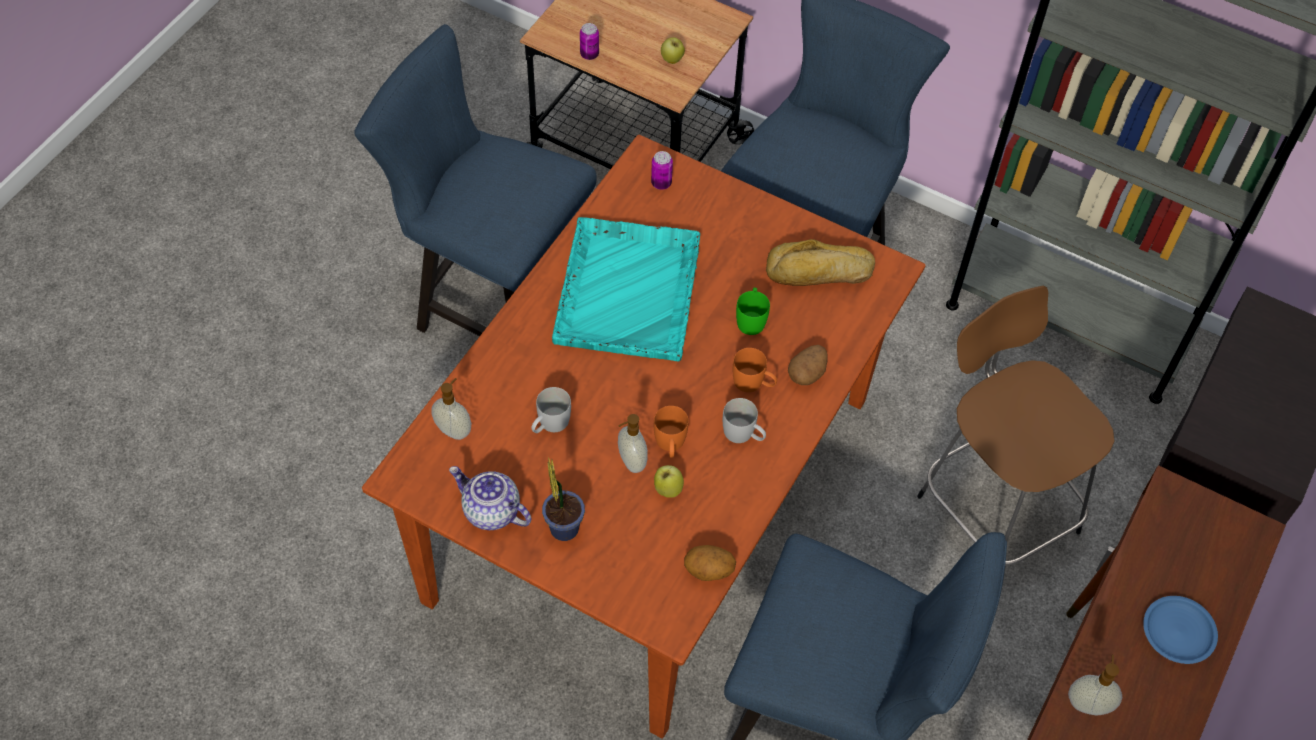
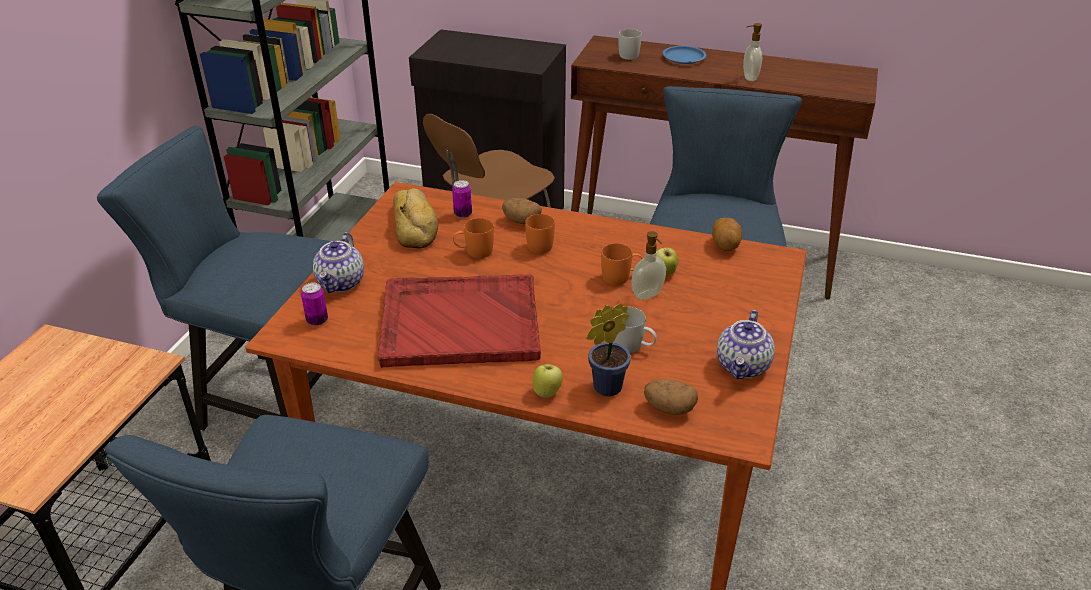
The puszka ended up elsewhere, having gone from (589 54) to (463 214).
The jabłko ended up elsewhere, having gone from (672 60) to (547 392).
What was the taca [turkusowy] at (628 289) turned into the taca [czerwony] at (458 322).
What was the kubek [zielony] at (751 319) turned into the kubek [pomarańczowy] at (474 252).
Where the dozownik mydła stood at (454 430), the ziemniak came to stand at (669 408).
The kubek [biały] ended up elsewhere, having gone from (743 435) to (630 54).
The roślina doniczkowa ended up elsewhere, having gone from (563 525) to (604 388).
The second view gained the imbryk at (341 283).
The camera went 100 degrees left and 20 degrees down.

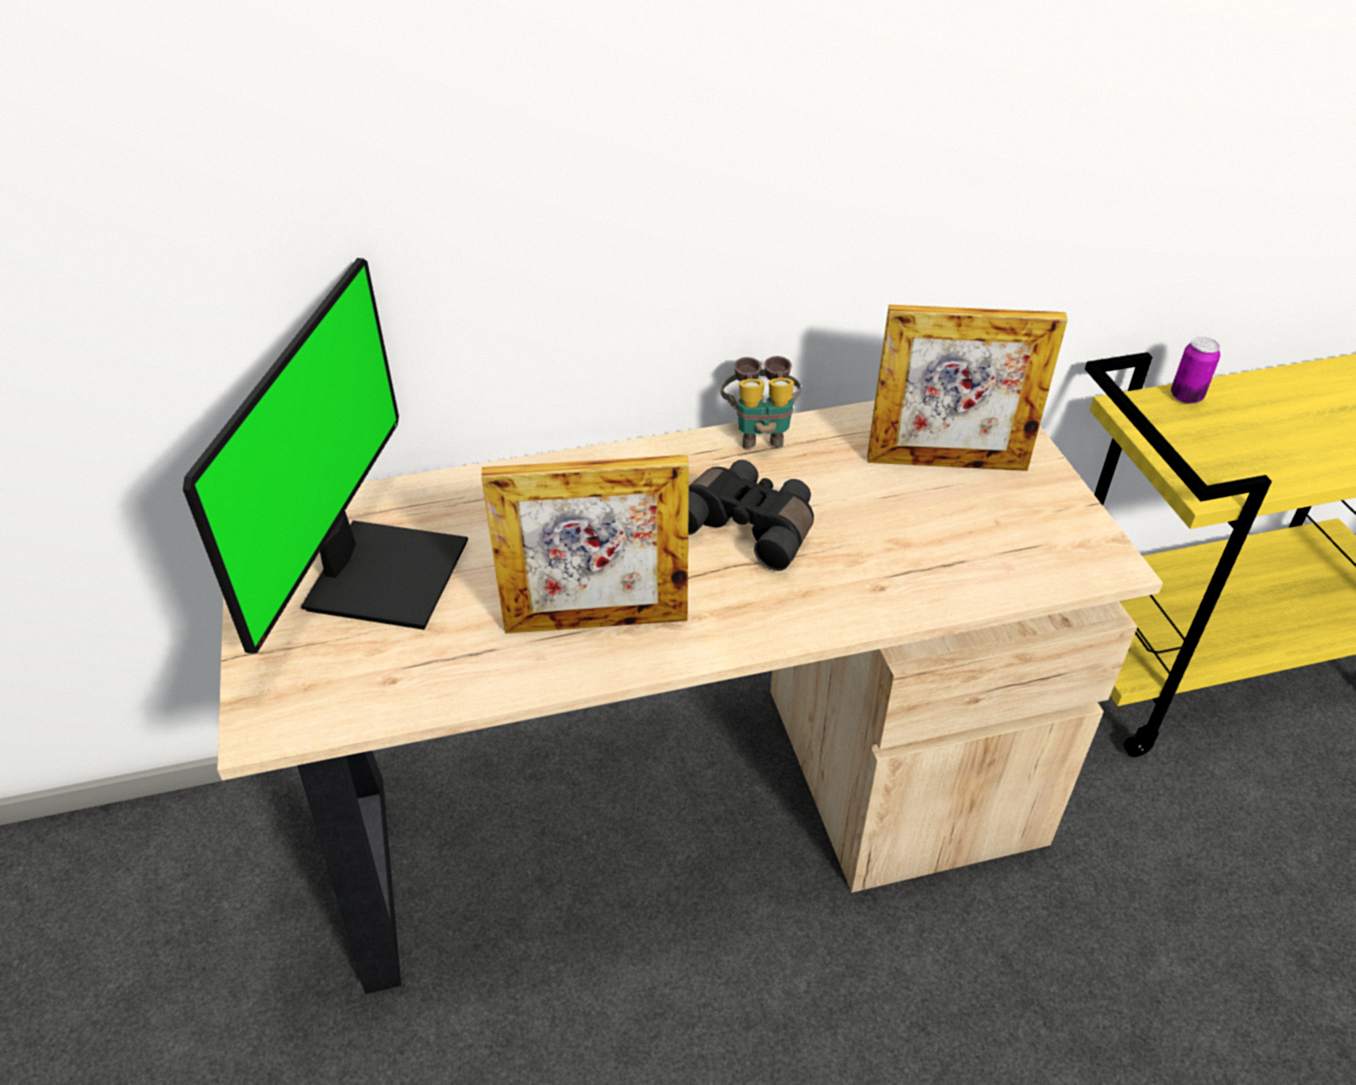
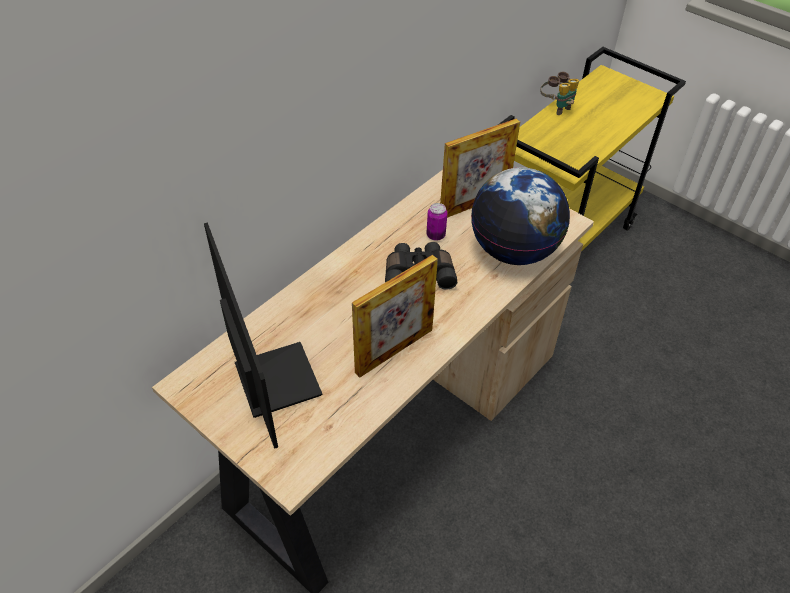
The puszka ended up elsewhere, having gone from (1186 396) to (435 235).
The lornetka ended up elsewhere, having gone from (760 432) to (556 107).
The second view gained the globus at (514 250).
The camera went 35 degrees left and 5 degrees up.

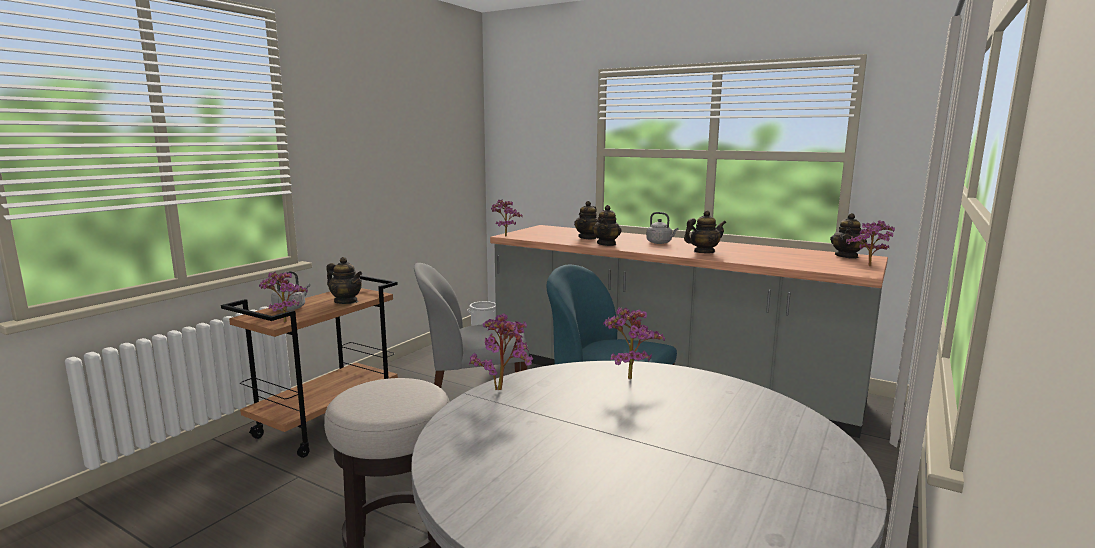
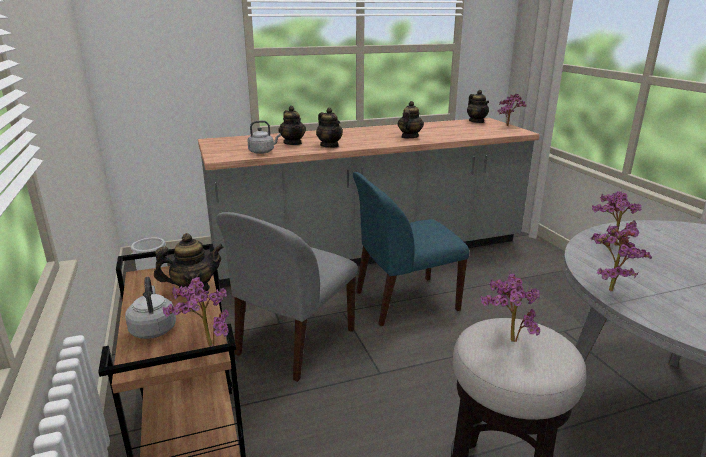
The roślina doniczkowa ended up elsewhere, having gone from (504 236) to (507 340).
The czajnik [szary] ended up elsewhere, having gone from (660 243) to (263 152).
The camera went 50 degrees left and 10 degrees up.

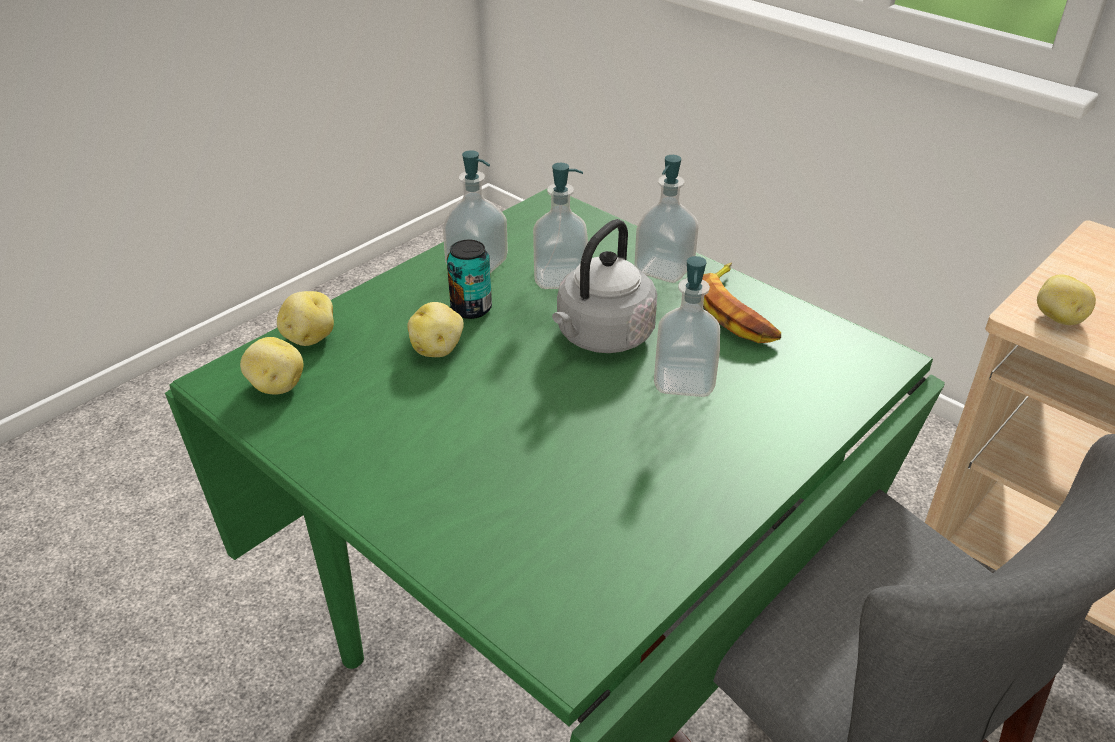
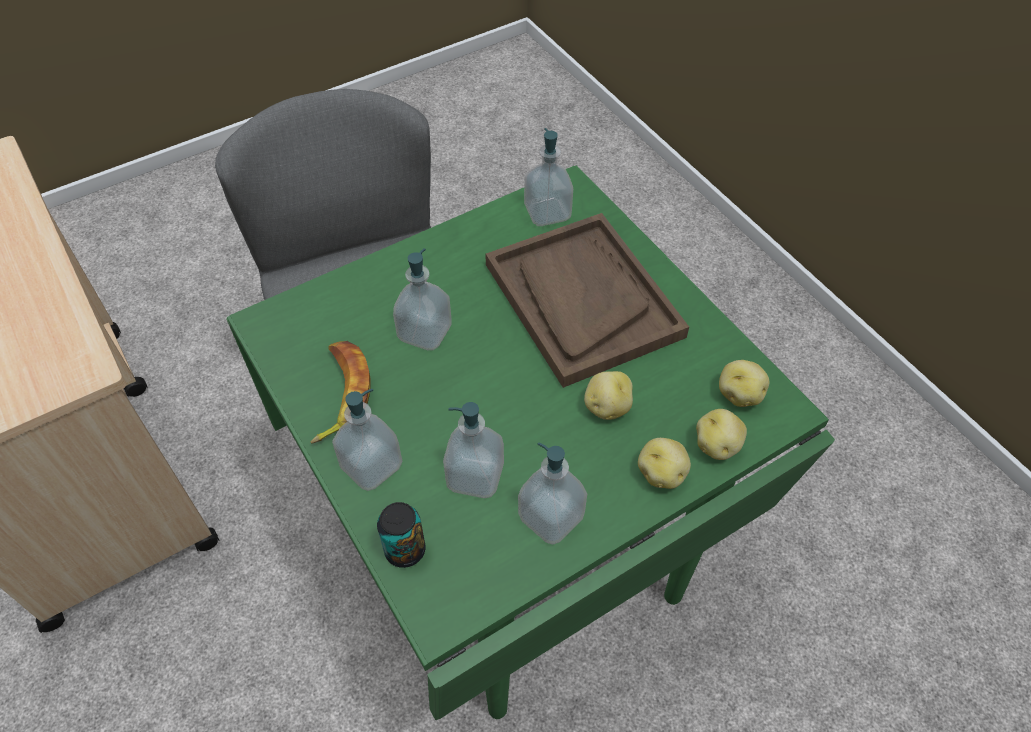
The second view lost the czajnik [szary] at (602 337).
The puszka ended up elsewhere, having gone from (471 308) to (405 550).
The ziemniak ended up elsewhere, having gone from (1058 318) to (661 473).
The second view gained the dozownik mydła at (547 213).
The second view gained the taca [brązowy] at (582 300).
The camera went 165 degrees left and 15 degrees up.

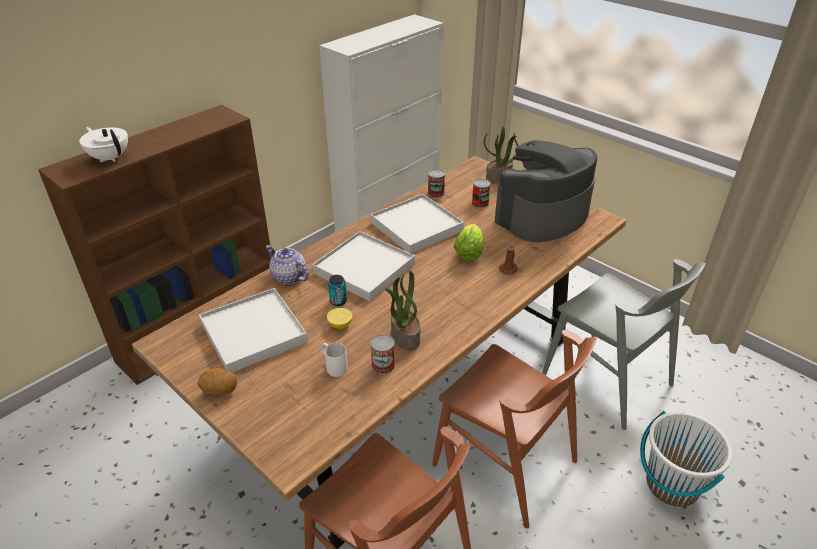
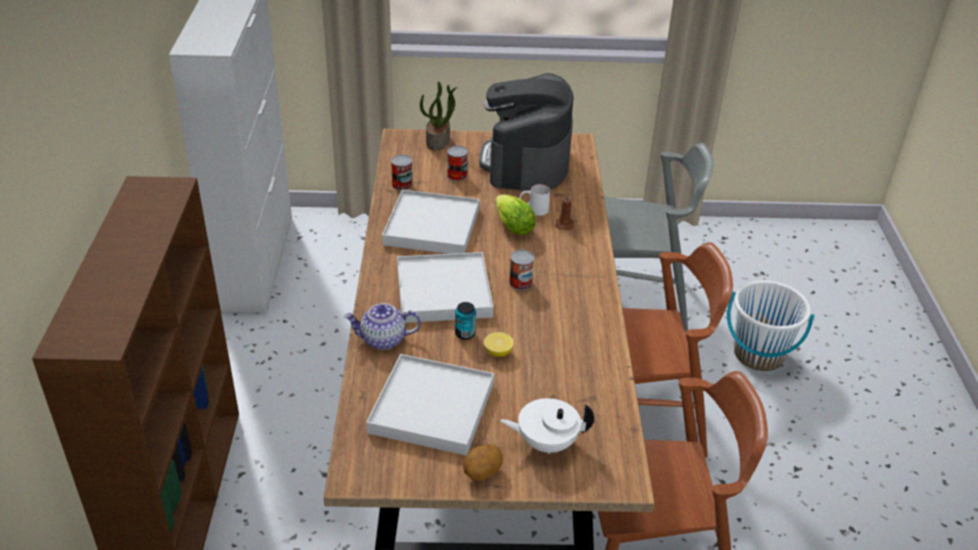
The imbryk [biały] ended up elsewhere, having gone from (110 158) to (546 442).
The second view lost the roślina doniczkowa at (404 336).
The puszka ended up elsewhere, having gone from (383 365) to (520 282).
The kubek [biały] ended up elsewhere, having gone from (333 366) to (533 210).
The camera went 45 degrees left and 0 degrees up.

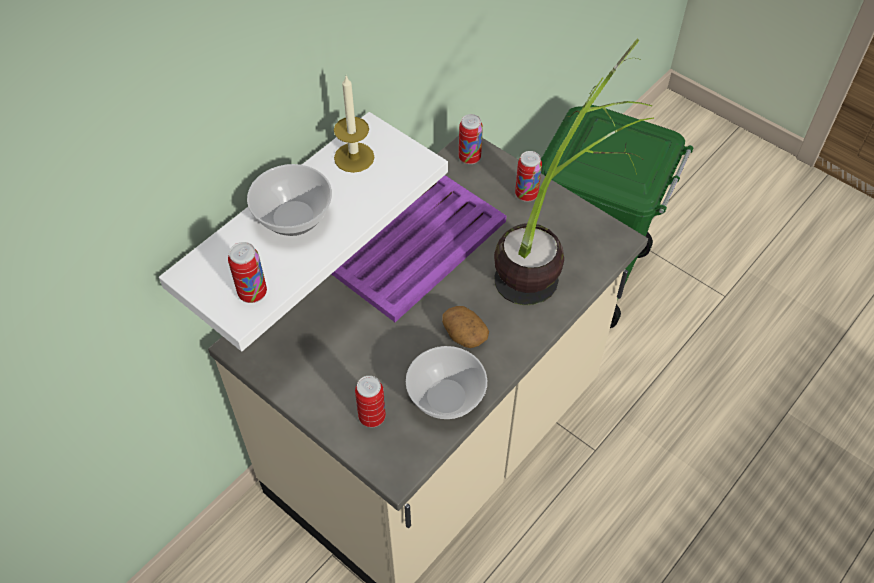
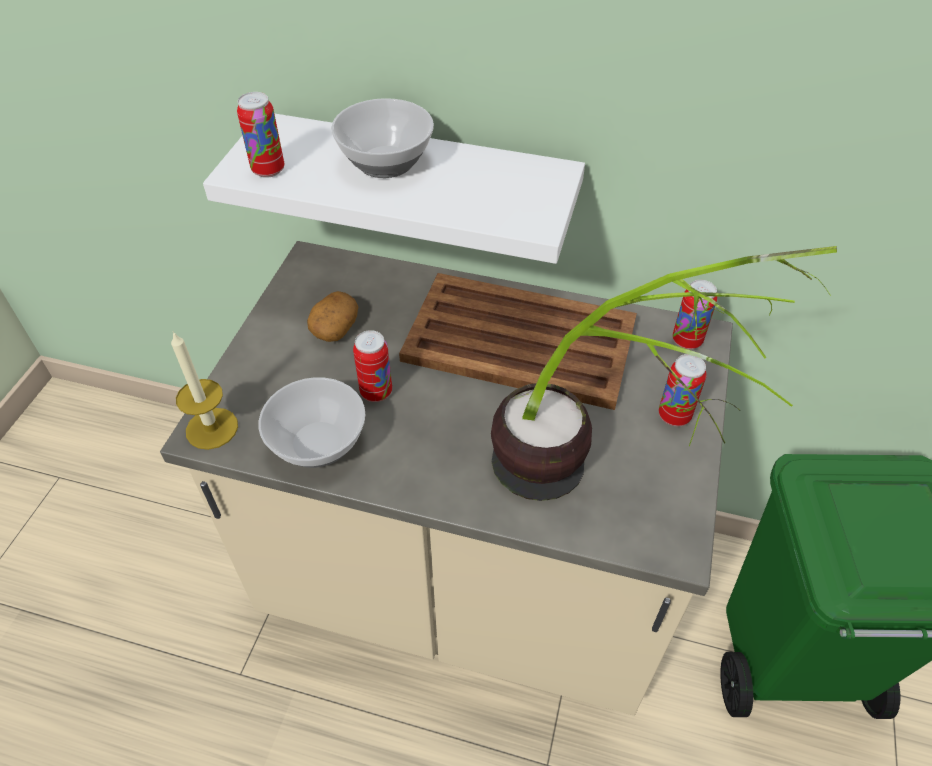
The świeca ended up elsewhere, having gone from (354 157) to (212 428).
What was the taca [fioletowy] at (418 244) turned into the taca [brązowy] at (522 342).
The ziemniak ended up elsewhere, having gone from (464 334) to (335 327).
The puszka ended up elsewhere, having gone from (372 417) to (376 392).
The camera went 65 degrees right and 5 degrees down.

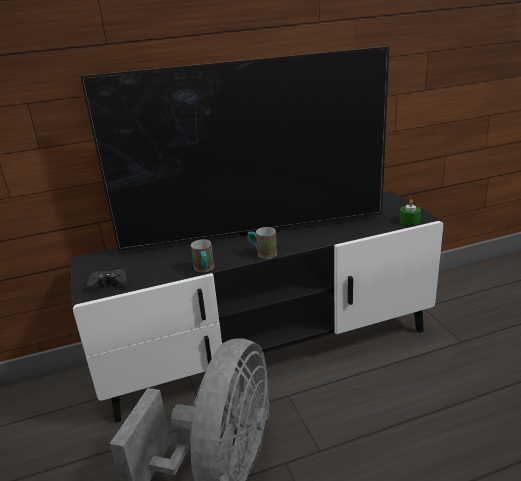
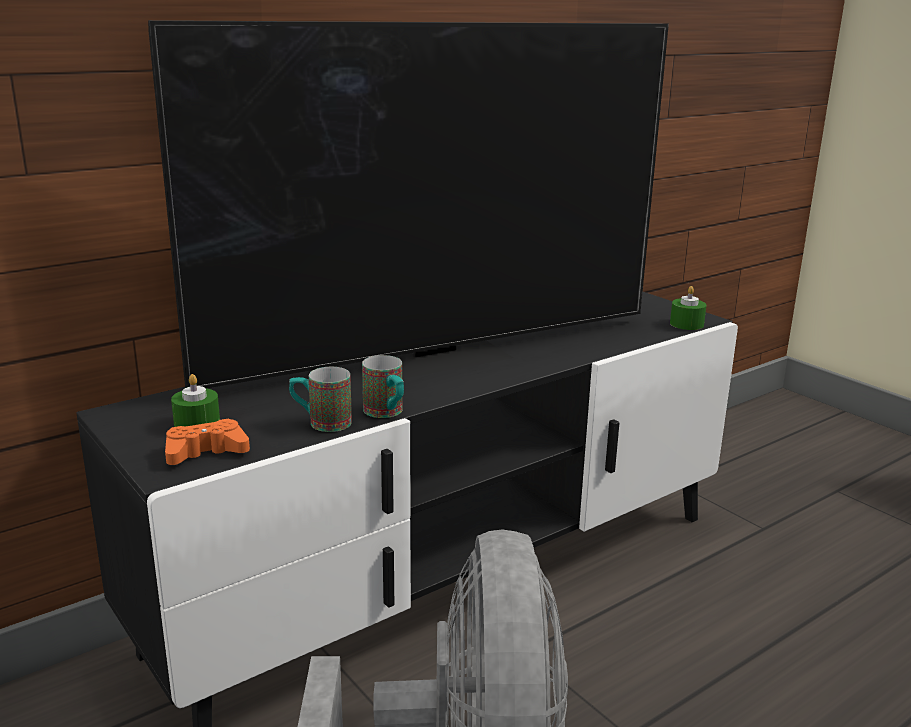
The kubek ended up elsewhere, having gone from (263 253) to (321 423).
What was the pad do gier [czarny] at (109 284) turned into the pad do gier [pomarańczowy] at (205 452).
The second view gained the świeca [zielony] at (197 423).
The camera went 20 degrees left and 5 degrees down.

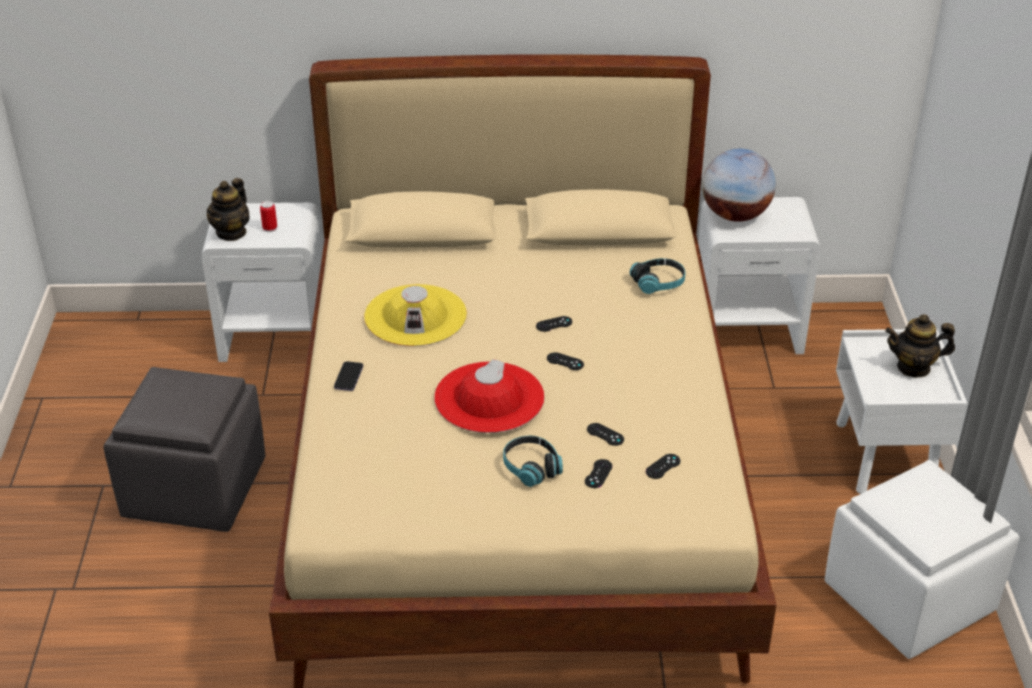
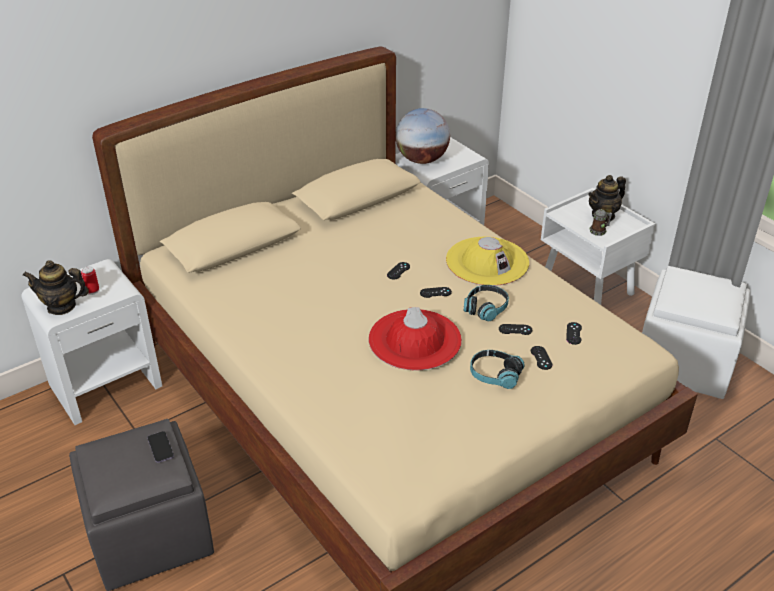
The imbryk at (231 232) ended up facing another way, 105 degrees clockwise from before.
The słuchawki ended up elsewhere, having gone from (658 283) to (486 308).
The kapelusz [żółty] ended up elsewhere, having gone from (415 316) to (487 261).
The telefon ended up elsewhere, having gone from (348 377) to (160 448).
The second view gained the kubek at (599 231).
The camera went 35 degrees left and 0 degrees up.

